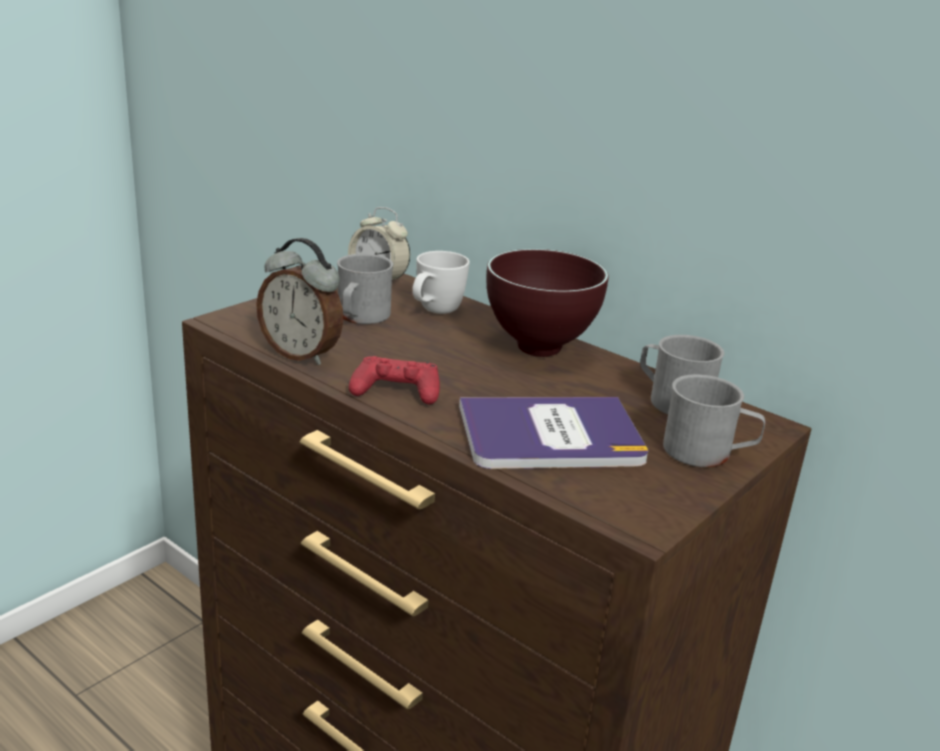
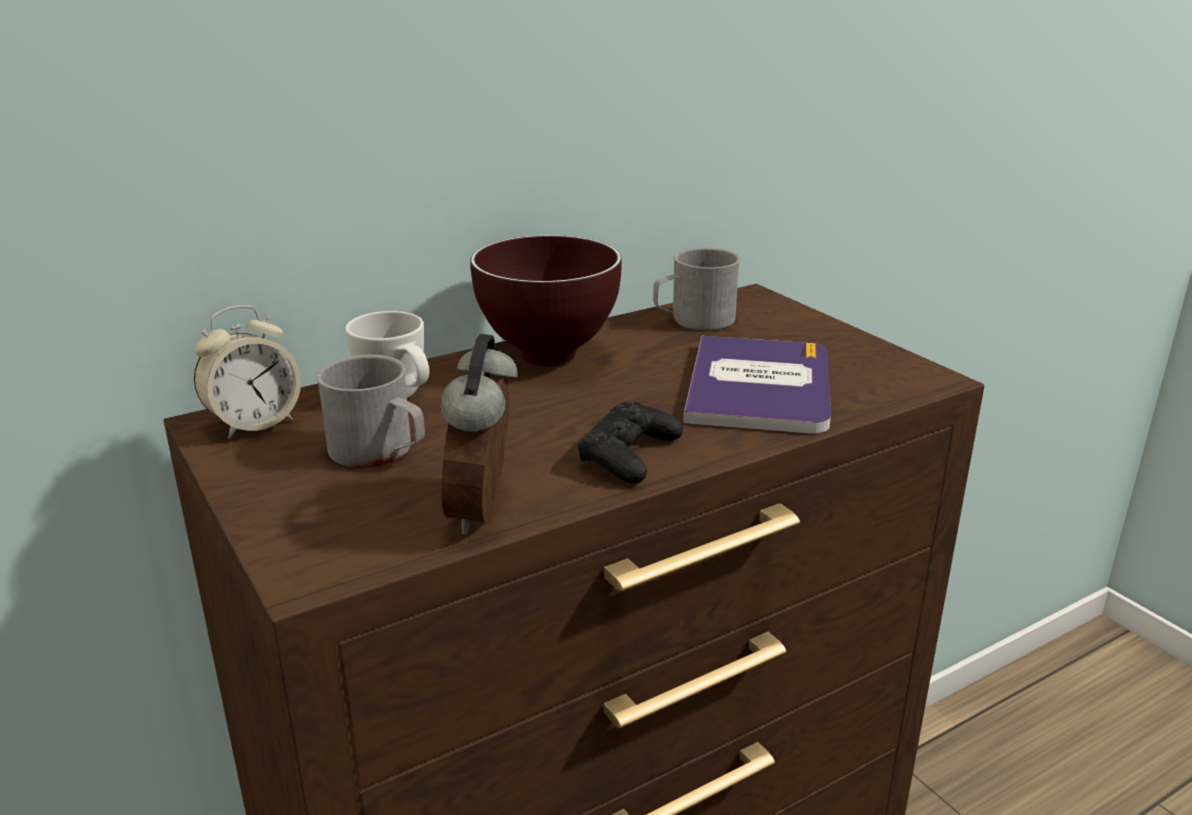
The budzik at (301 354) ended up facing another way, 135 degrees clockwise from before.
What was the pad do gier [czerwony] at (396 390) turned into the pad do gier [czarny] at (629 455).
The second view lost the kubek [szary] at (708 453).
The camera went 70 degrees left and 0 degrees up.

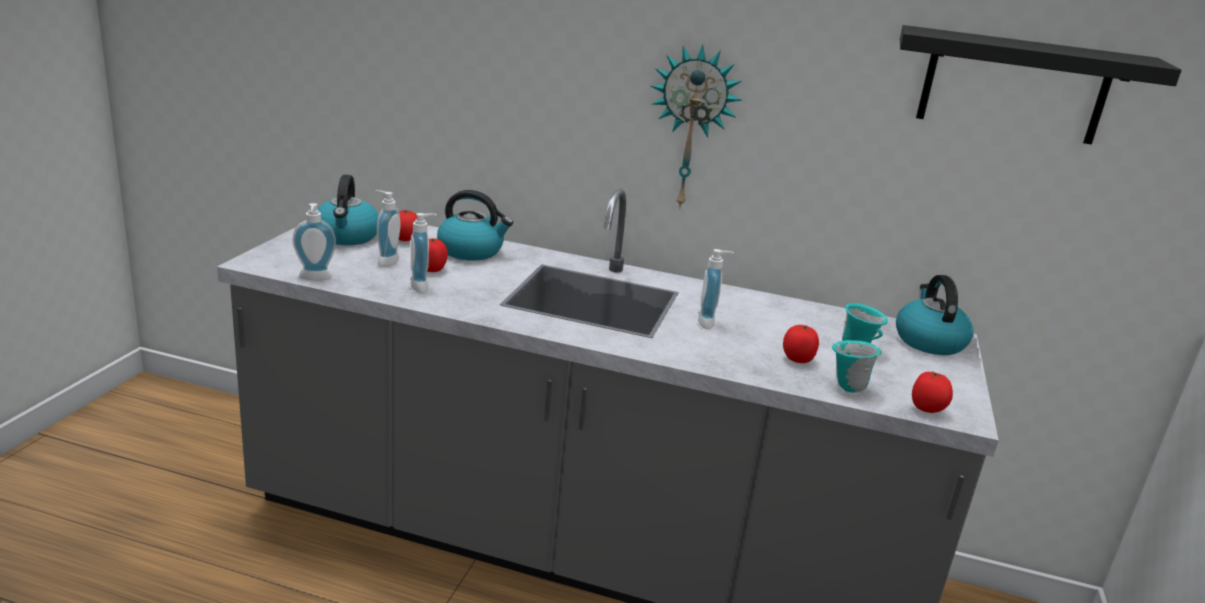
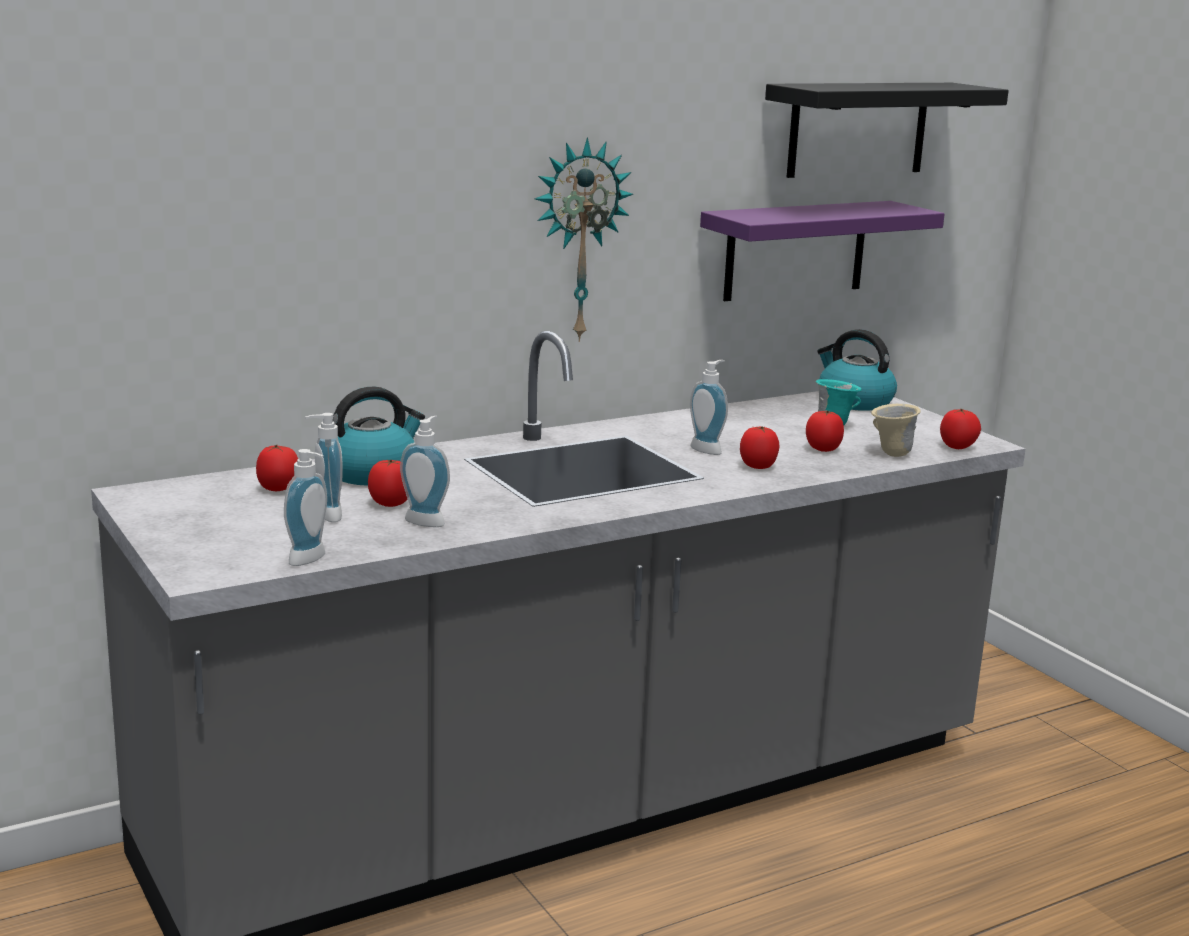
The second view lost the czajnik at (347 237).
What was the kubek [turkusowy] at (847 387) turned into the kubek [beżowy] at (891 454).
The second view gained the półka [fioletowy] at (795 250).
The second view gained the pomidor at (758 466).
The camera went 45 degrees left and 5 degrees down.

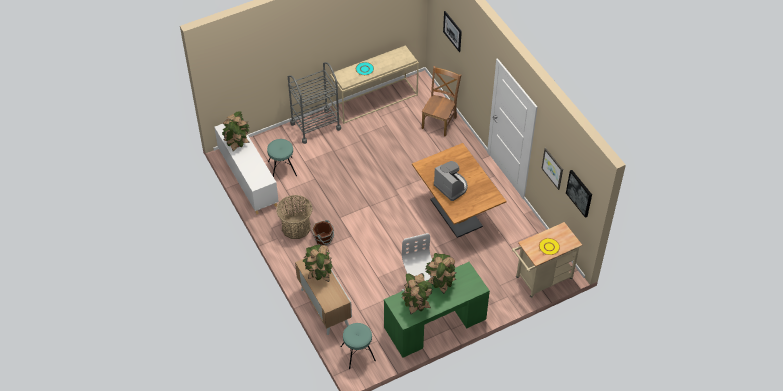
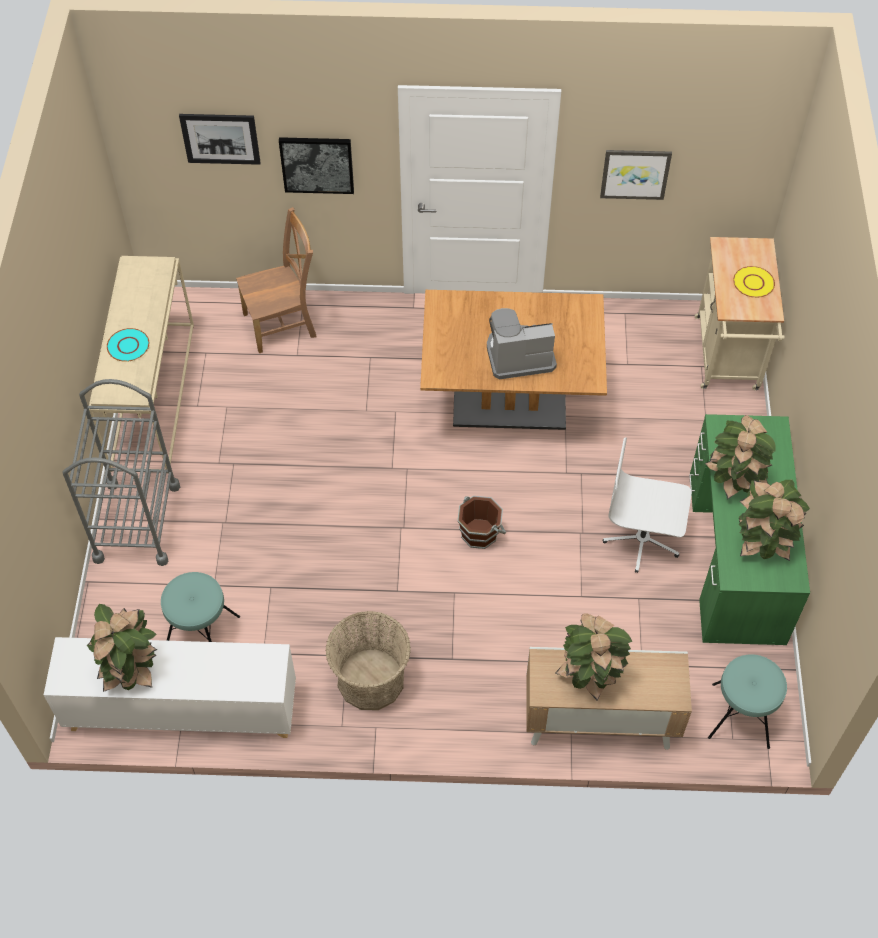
The krzesło [brązowy] at (439 121) ended up facing another way, 105 degrees clockwise from before.
The obraz ended up elsewhere, having gone from (579 193) to (317 164).
The wiadro [brązowy] ended up elsewhere, having gone from (323 239) to (479 532).
The camera went 60 degrees left and 5 degrees up.

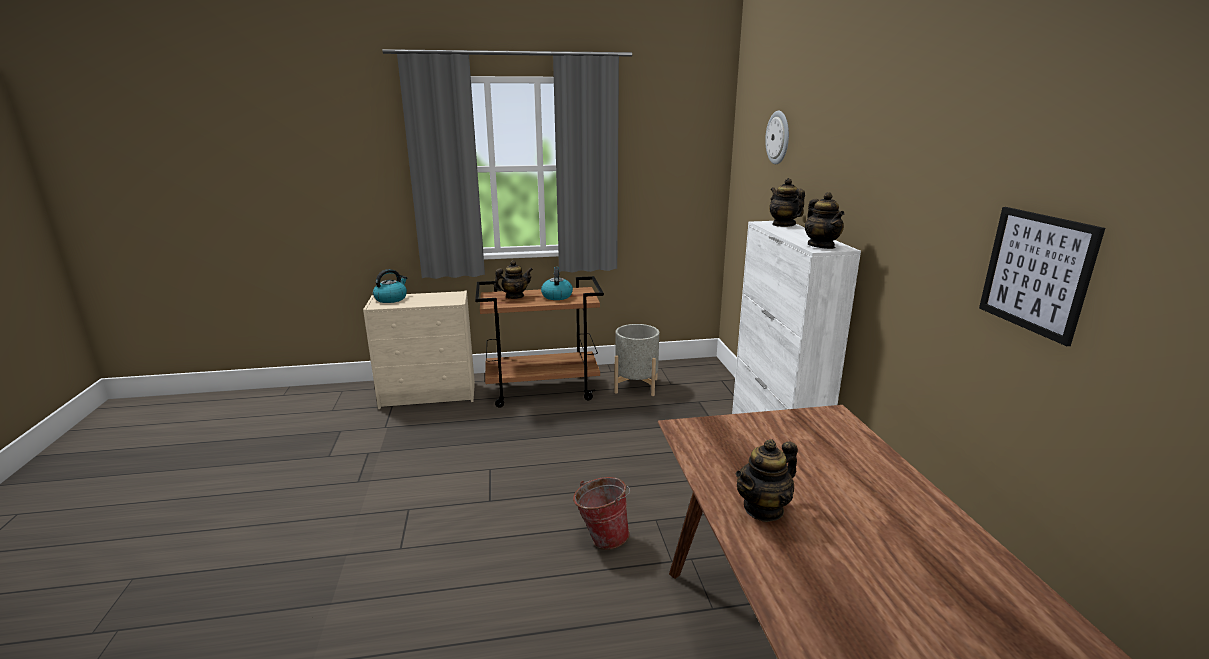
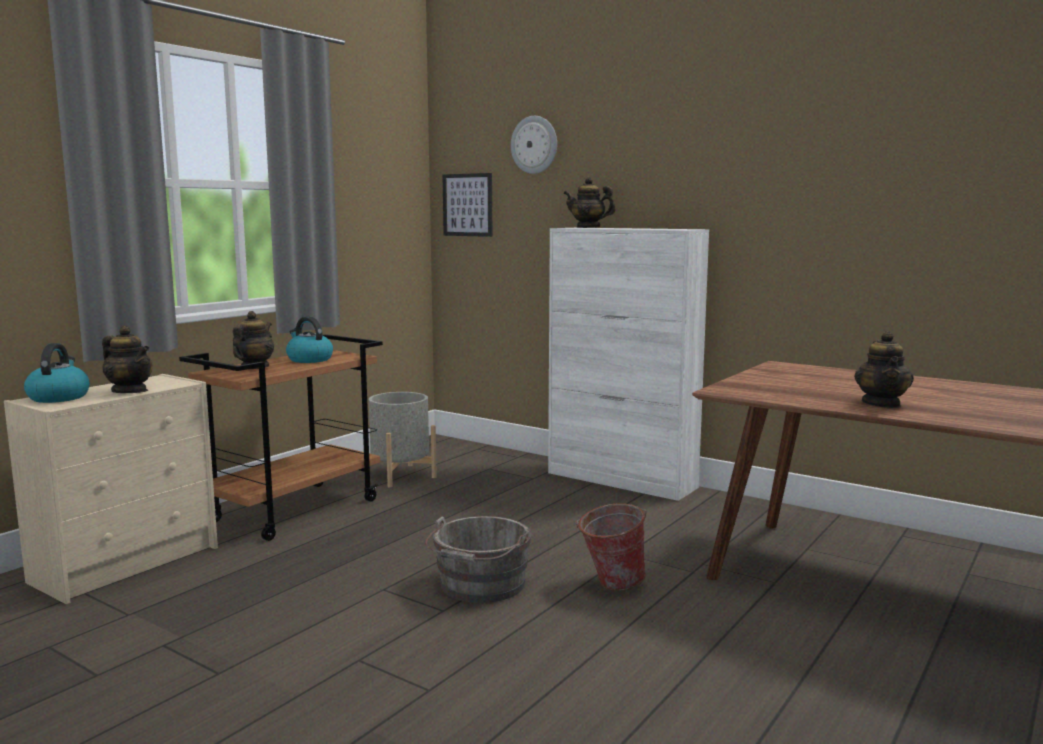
The imbryk ended up elsewhere, having gone from (821 246) to (130 391).
The obraz ended up elsewhere, having gone from (1036 272) to (467 205).
The second view gained the wiadro [szary] at (480 586).
The camera went 45 degrees left and 10 degrees down.

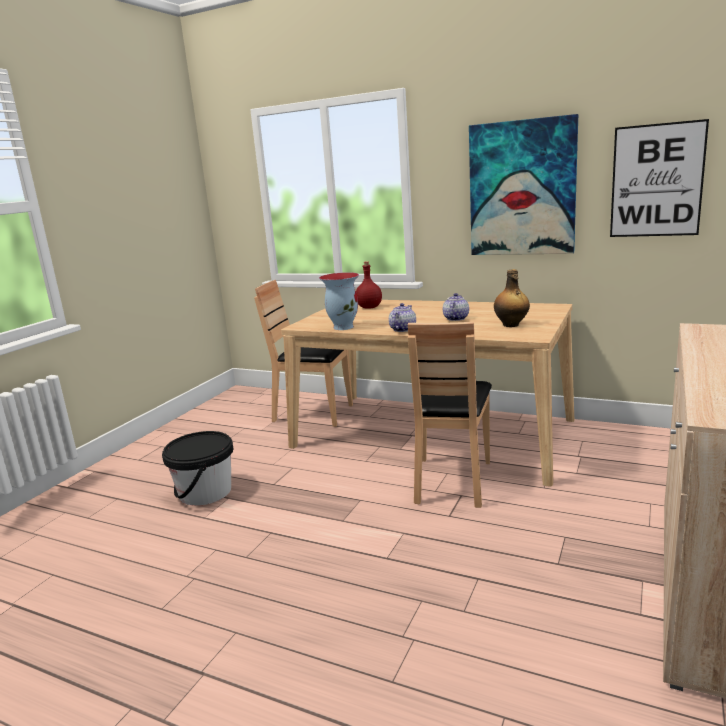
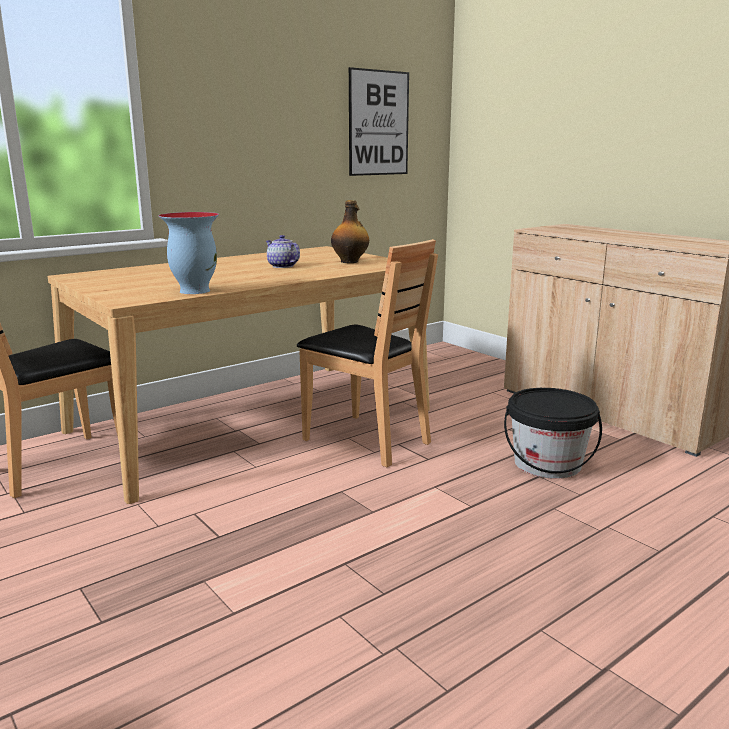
The second view lost the obraz at (522 188).
The second view lost the butelka [czerwony] at (369 307).
The second view lost the imbryk at (402 329).
The wiadro [czarny] ended up elsewhere, having gone from (205 492) to (547 464).
The camera went 65 degrees left and 0 degrees up.

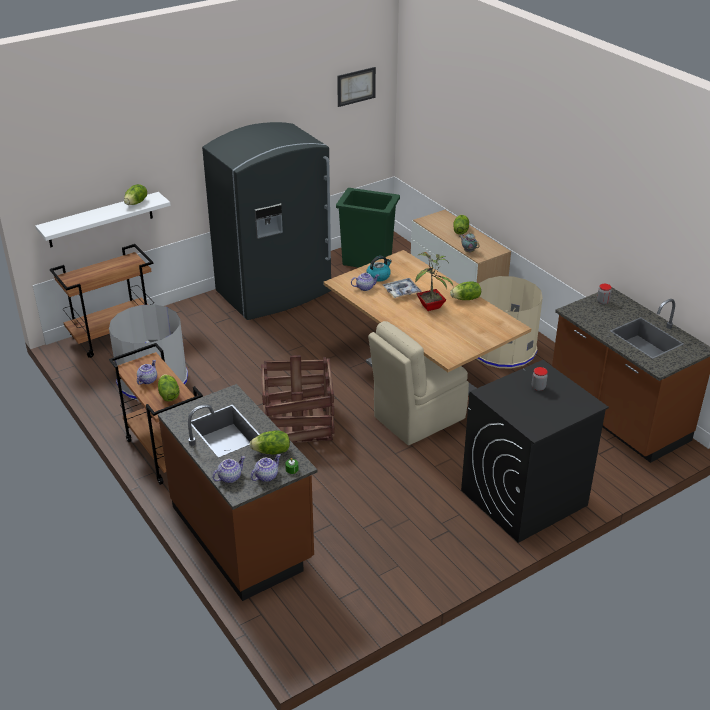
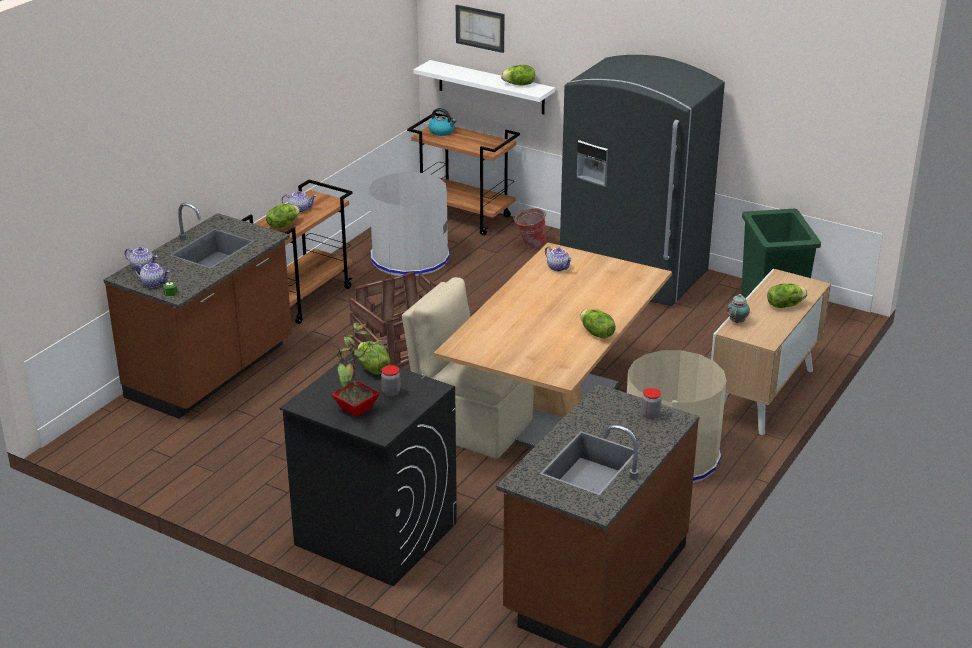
The obraz ended up elsewhere, having gone from (356 86) to (480 28).
The roślina doniczkowa ended up elsewhere, having gone from (432 306) to (357 410).
The czajnik ended up elsewhere, having gone from (378 276) to (442 132).
The second view lost the taca at (401 291).
The sałata ended up elsewhere, having gone from (272 452) to (373 368).
The second view gained the wiadro at (529 245).
The camera went 65 degrees right and 5 degrees down.

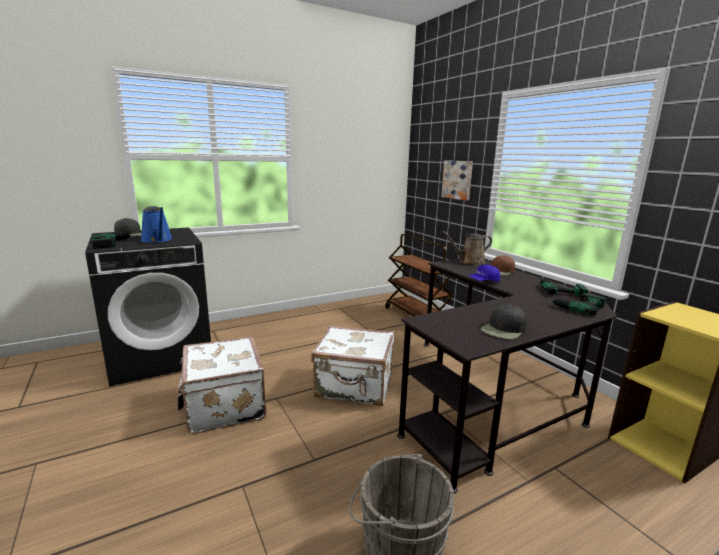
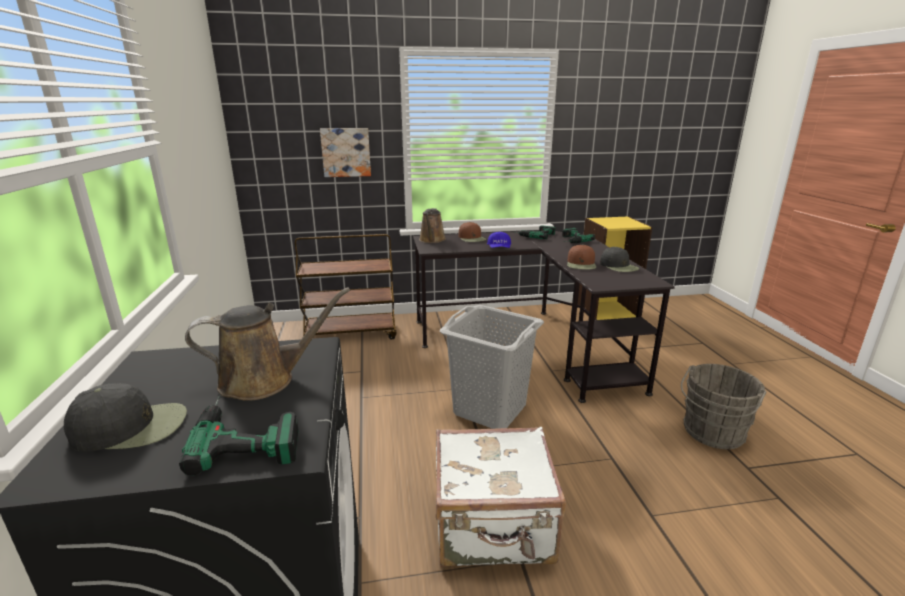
What was the konewka [niebieski] at (157 240) turned into the konewka [brązowy] at (265 380).
Where the walizka [biały] stood at (354 387), the kosz na pranie [szary] came to stand at (489 409).
The second view gained the czapka z daszkiem [brązowy] at (581 264).
The camera went 70 degrees left and 5 degrees up.

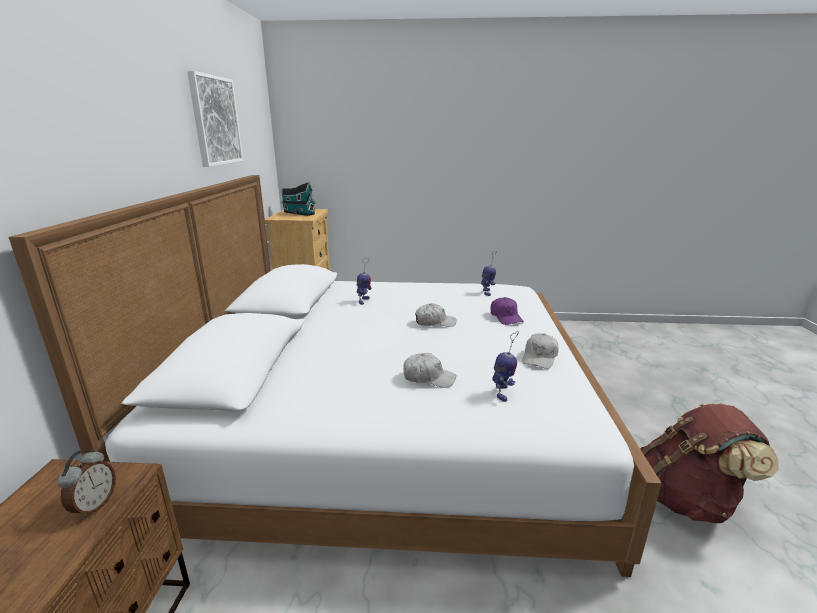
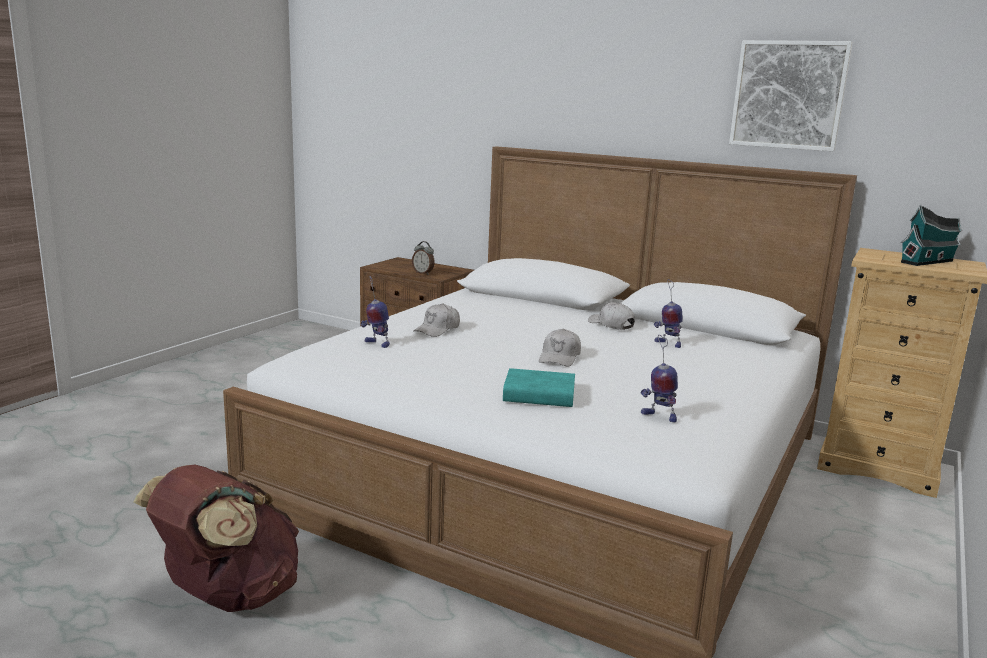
Where the czapka z daszkiem [fioletowy] stood at (505 317), the książka [turkusowy] came to stand at (539 395).
The czapka z daszkiem [biały] ended up elsewhere, having gone from (540 357) to (611 325).
The camera went 115 degrees right and 5 degrees down.

